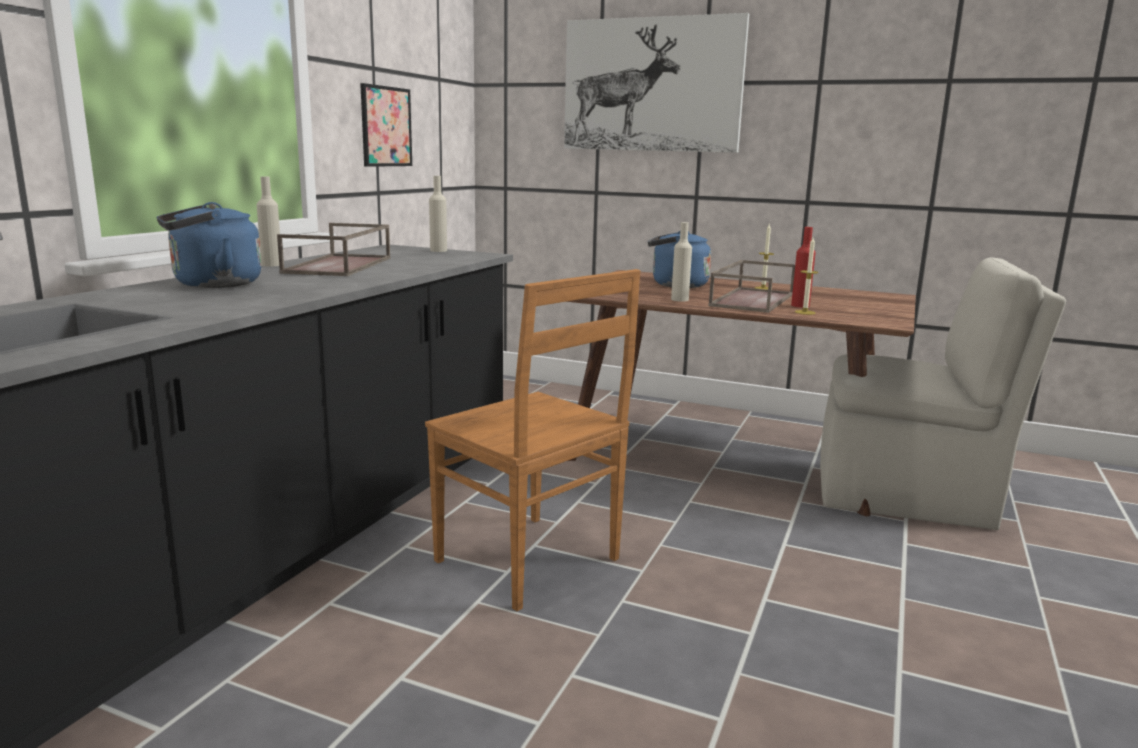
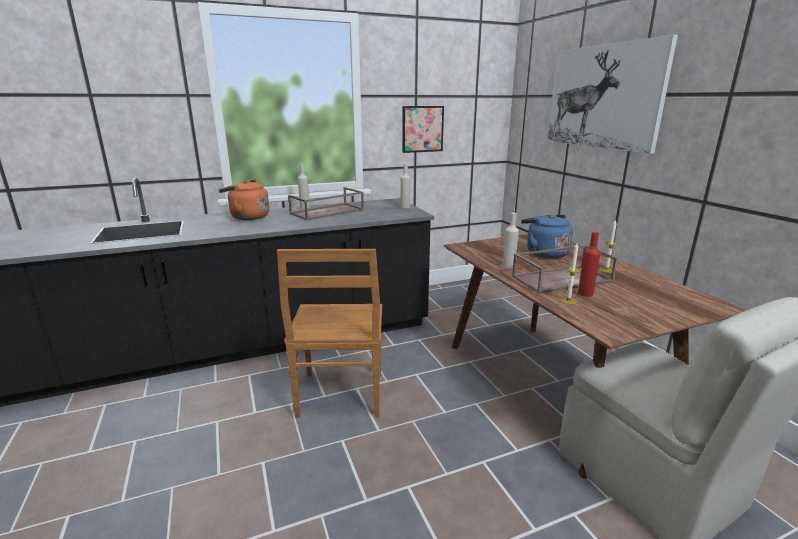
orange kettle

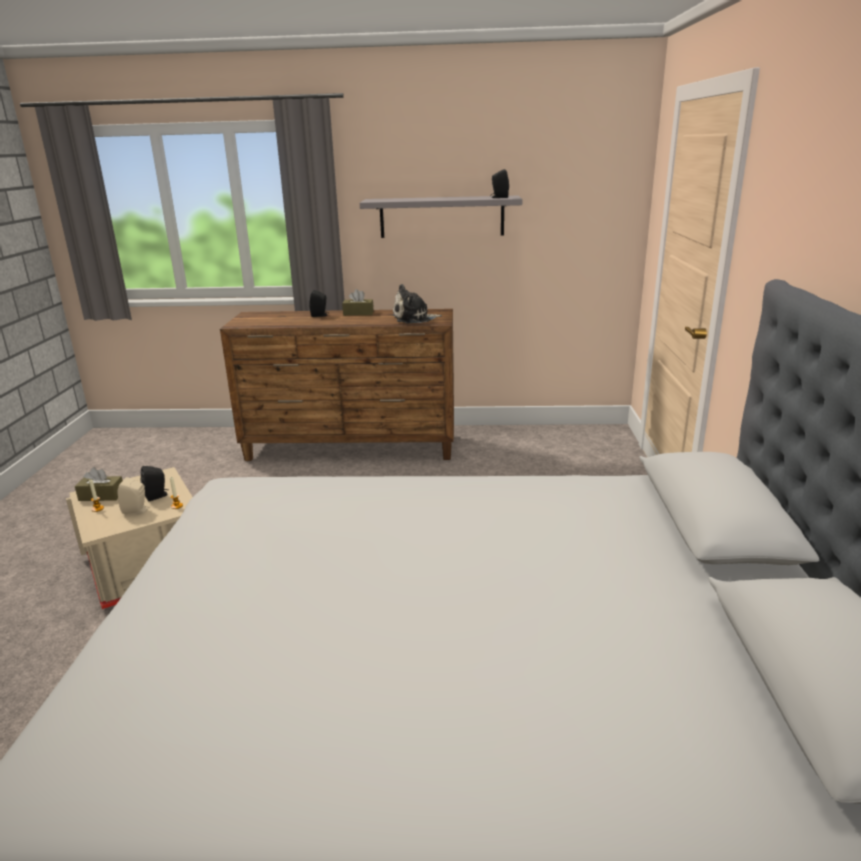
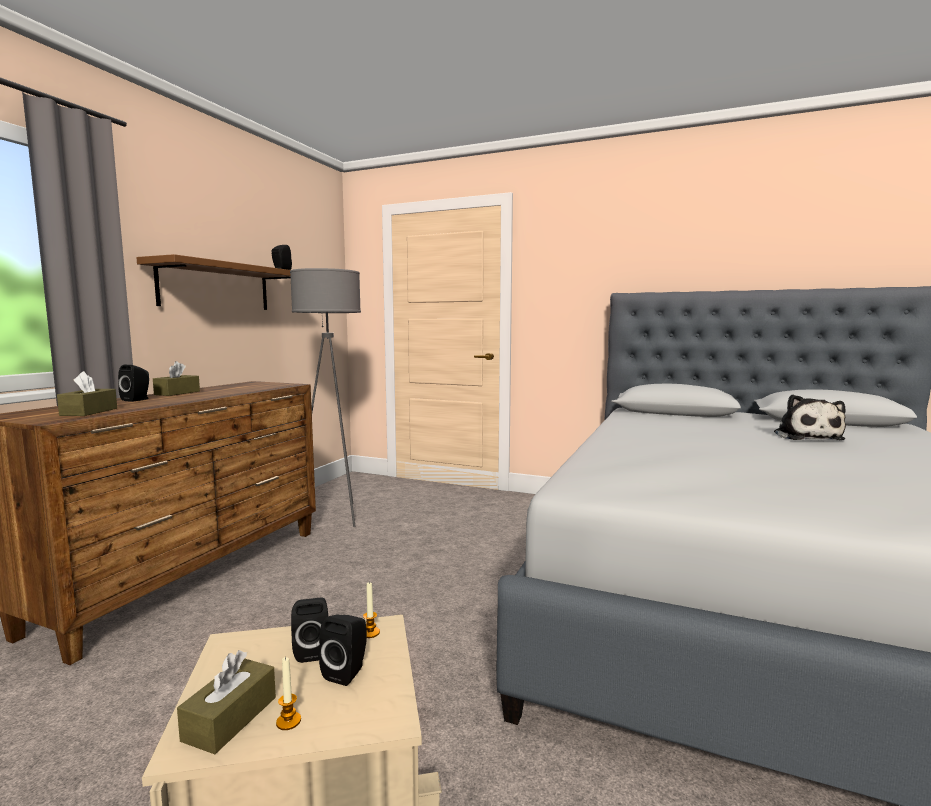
black speaker (no. 4 from left)
brown shelf
plush toy
brown tissue box (no. 1 from left)
grey floor lamp

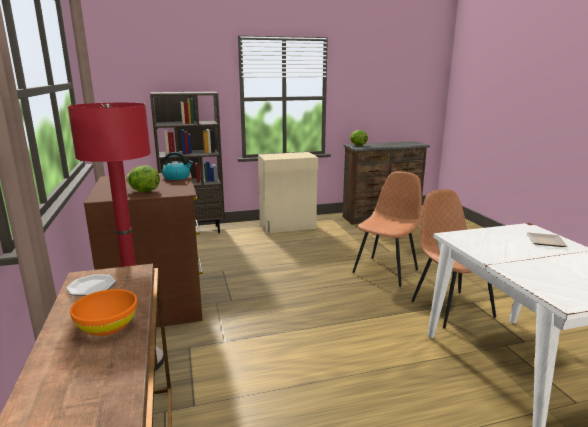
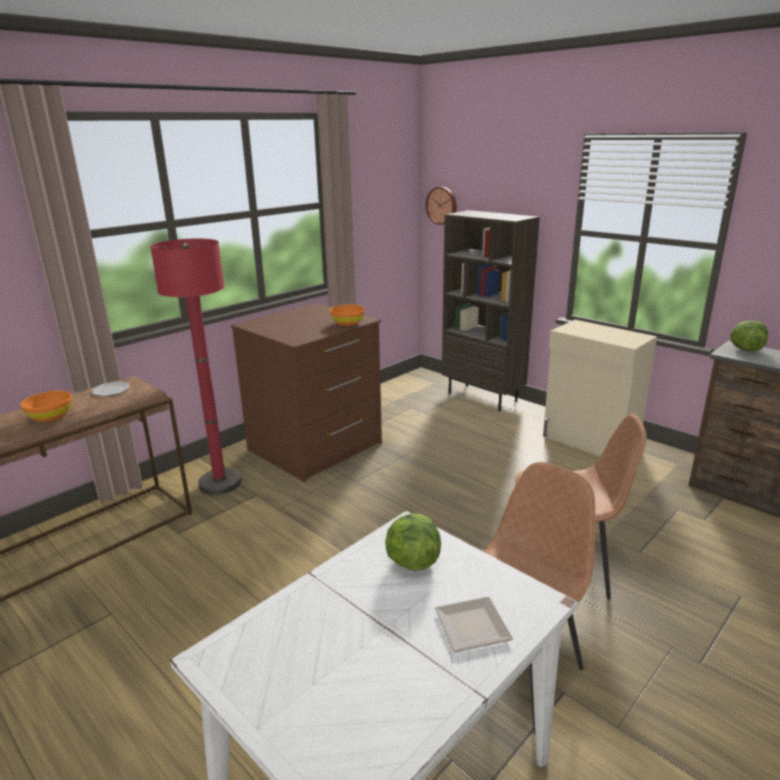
lettuce (no. 1 from left)
orange bowl (no. 2 from left)
wall clock

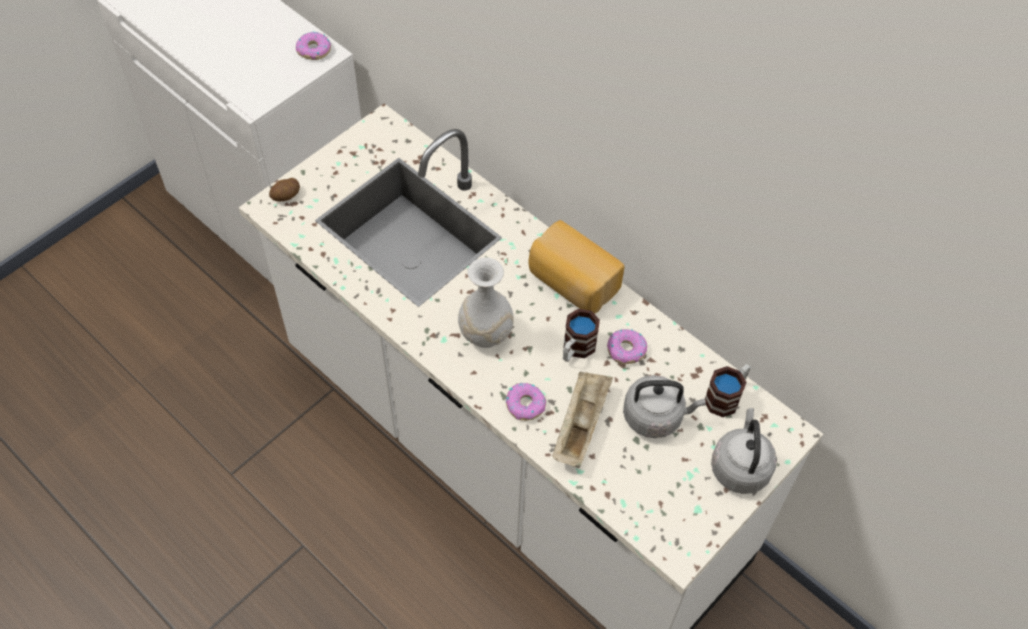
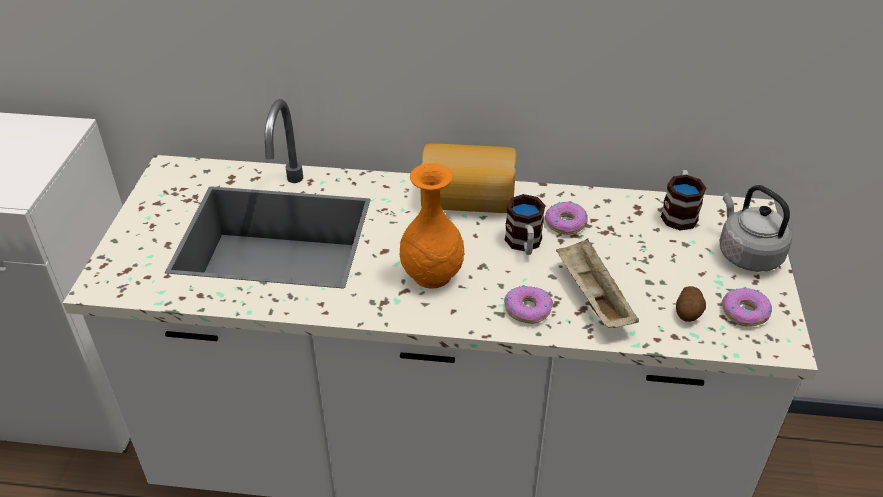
potato
donut (no. 3 from left)
orange vase
grey kettle (no. 1 from left in the first image)

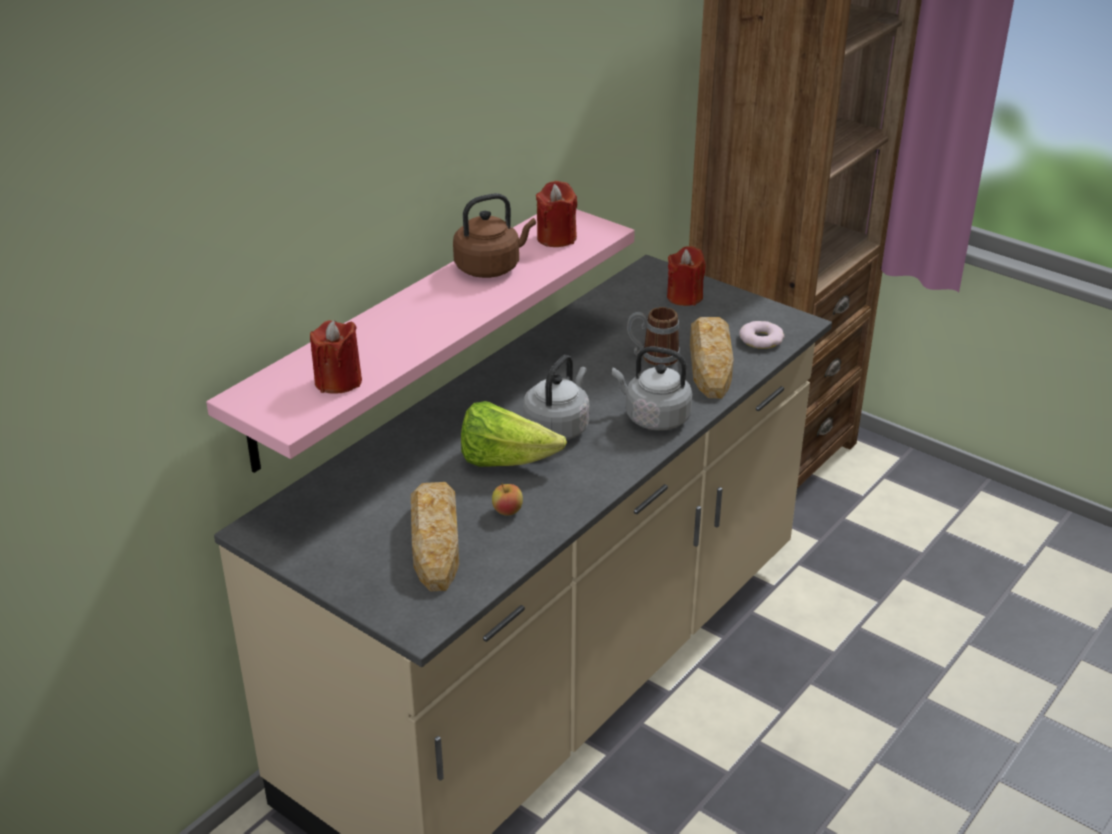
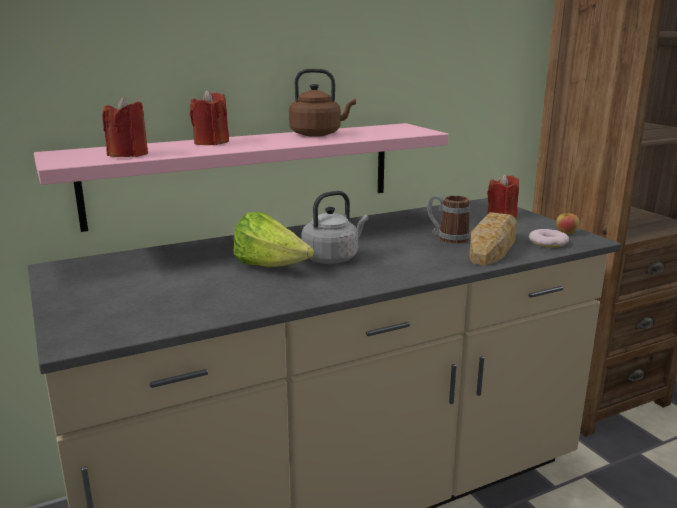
bread (no. 1 from left in the first image)
apple
red candle (no. 2 from left)
grey kettle (no. 2 from left in the first image)

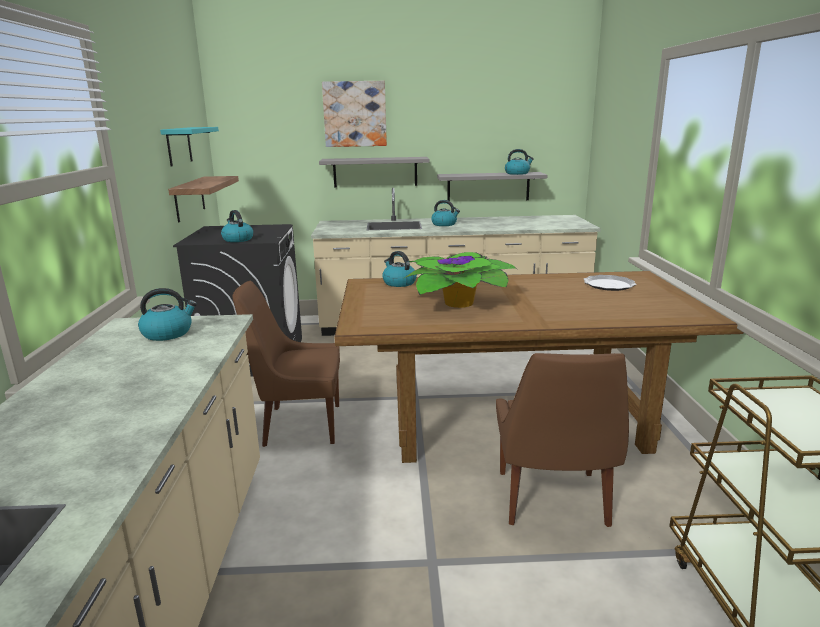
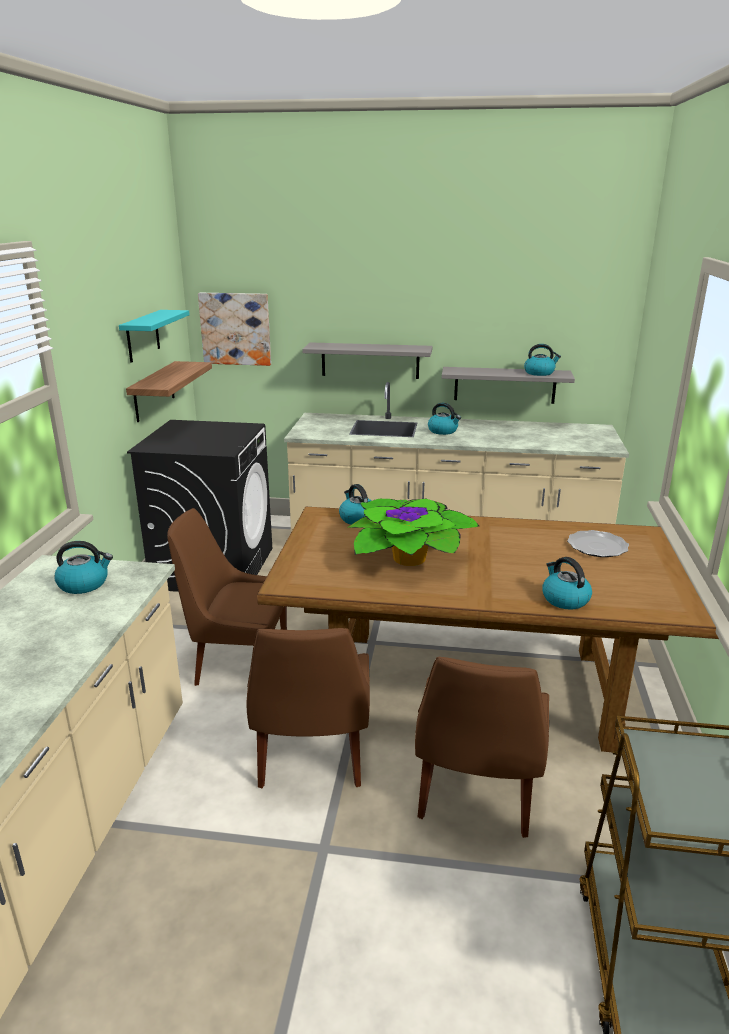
kettle (no. 5 from left)
picture
brown chair (no. 2 from left)

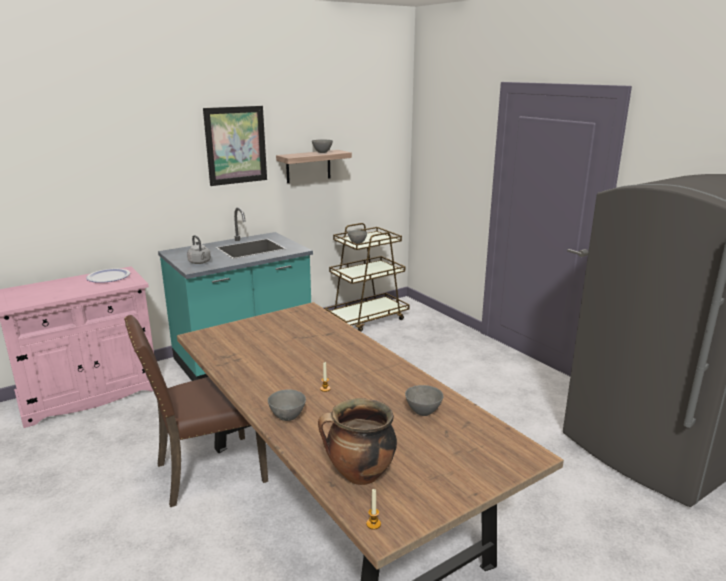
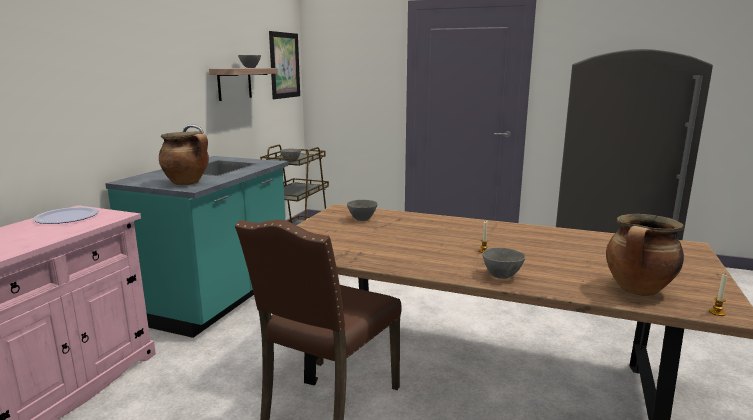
cooking pot (no. 1 from left)
picture
grey bowl (no. 3 from left)

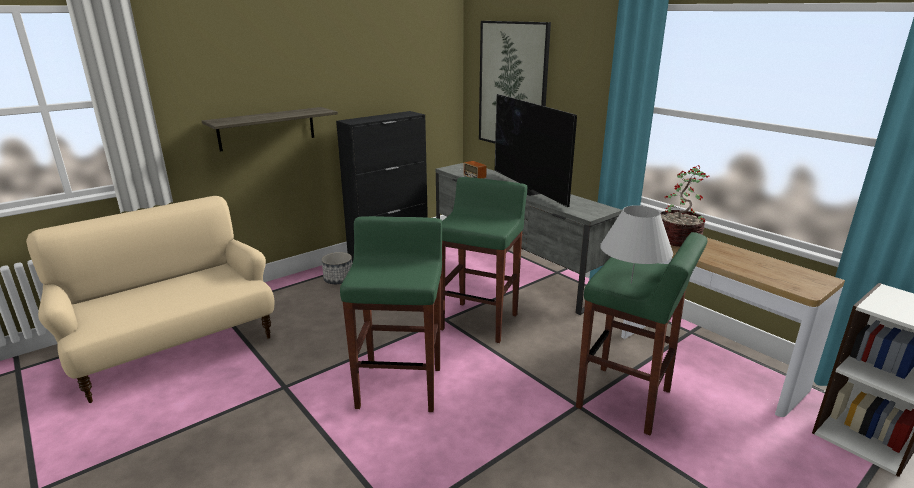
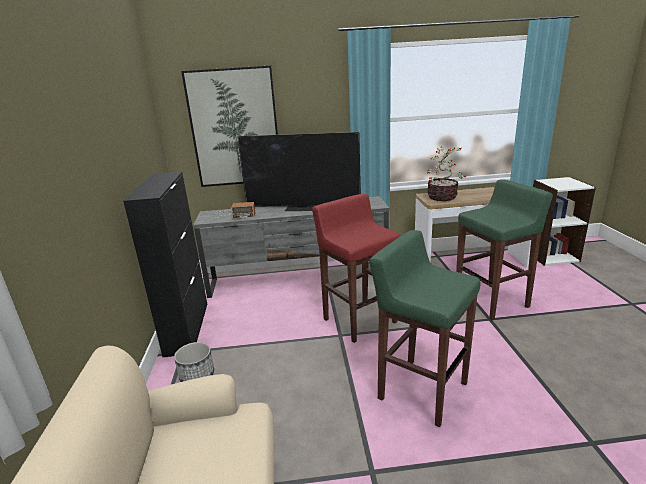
shelf
red stool
white table lamp

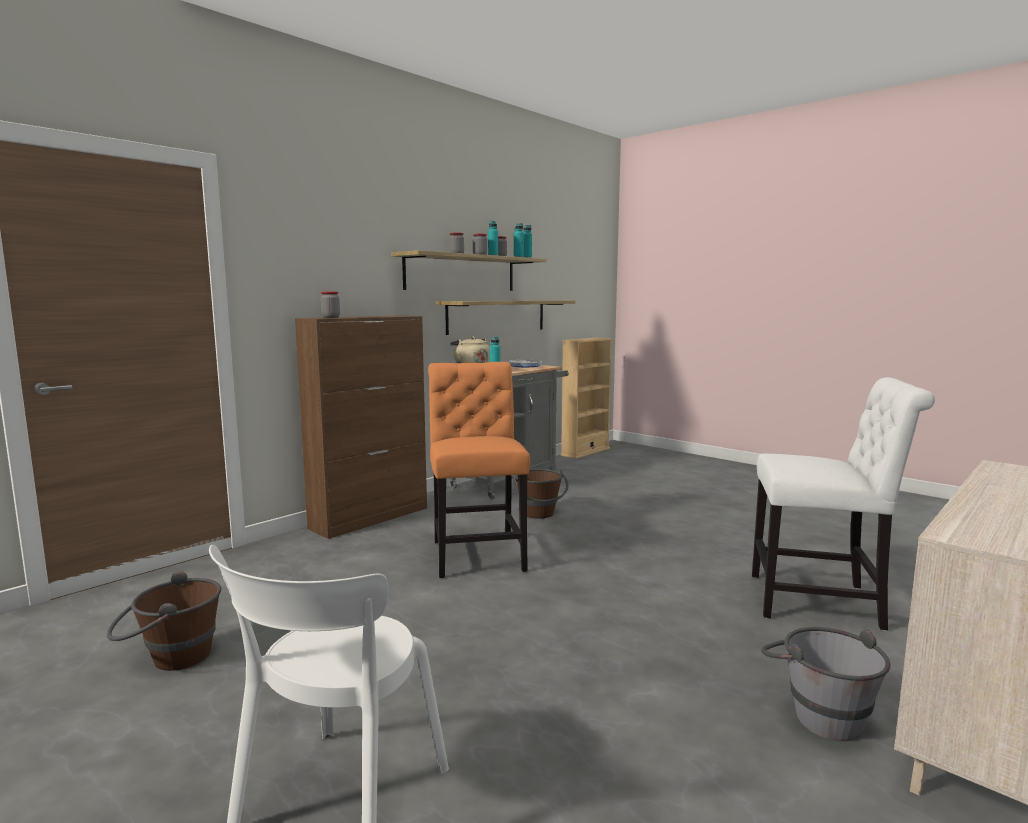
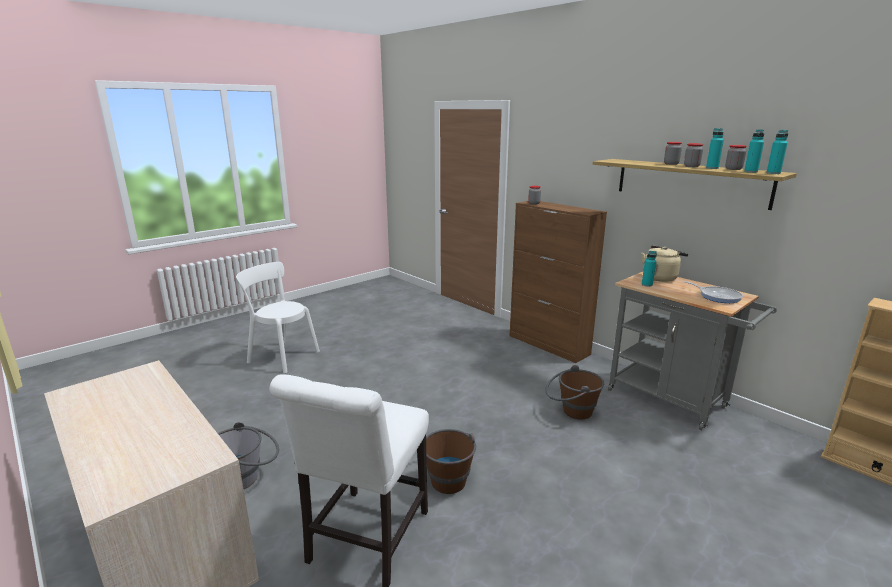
brown bucket (no. 1 from left)
orange chair
shelf (no. 2 from left in the first image)

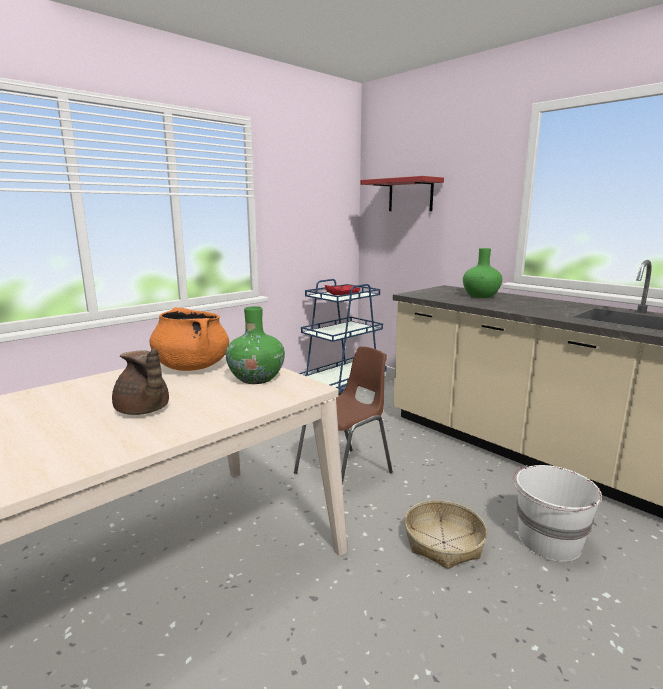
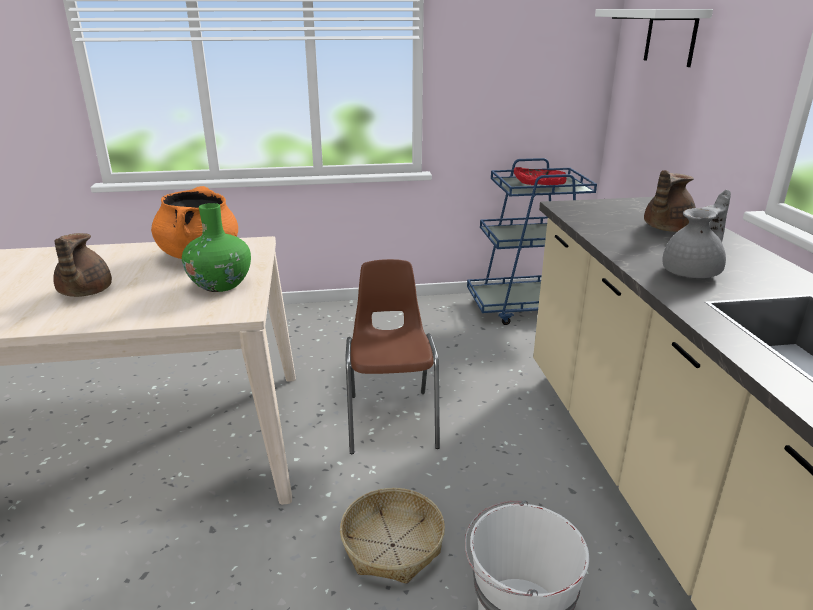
brown chair
white shelf
brown teapot (no. 2 from left)
grey teapot

